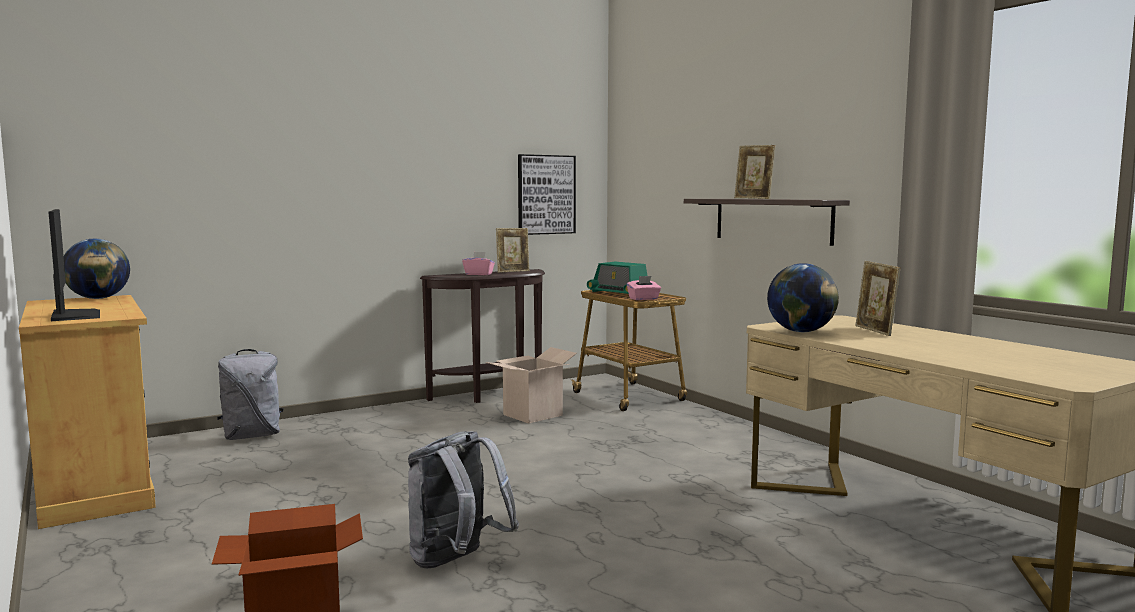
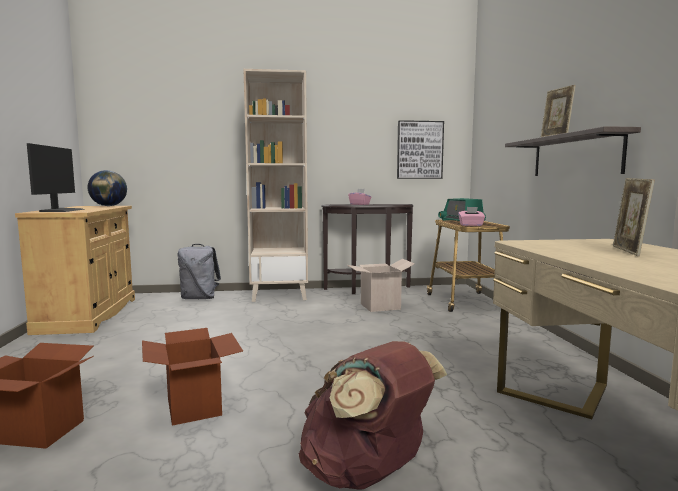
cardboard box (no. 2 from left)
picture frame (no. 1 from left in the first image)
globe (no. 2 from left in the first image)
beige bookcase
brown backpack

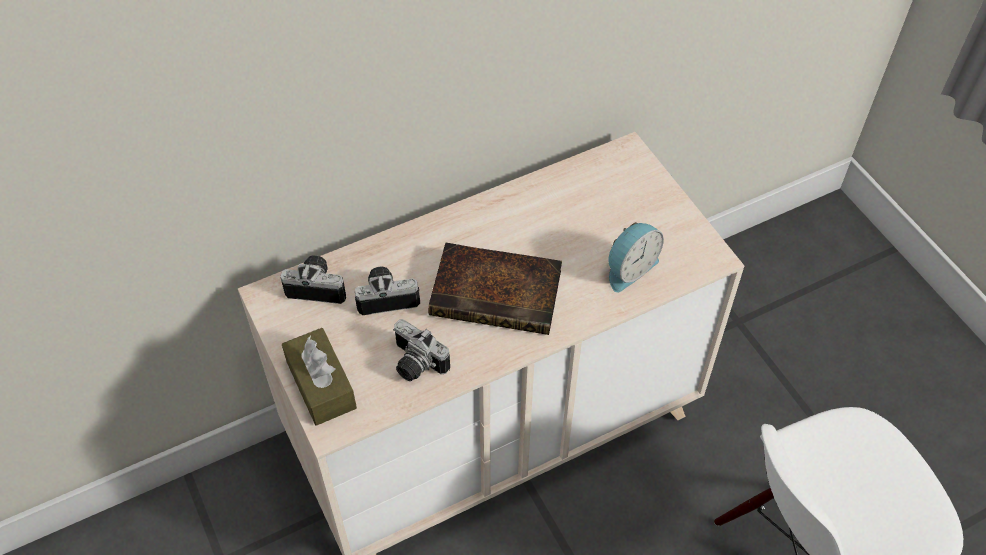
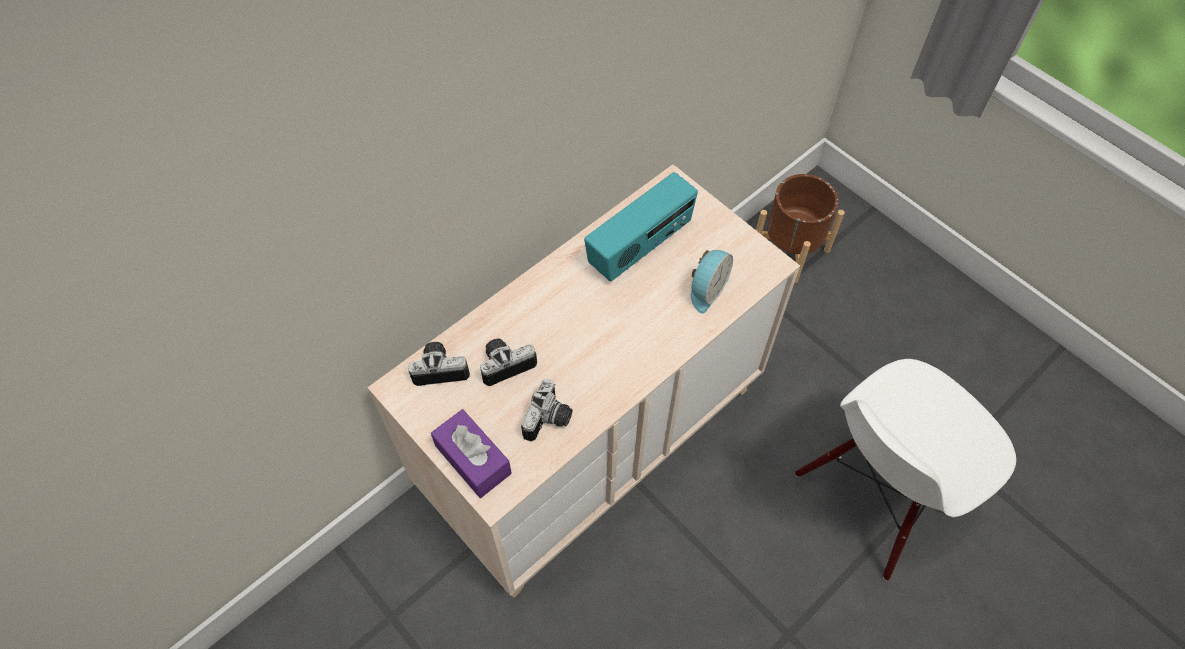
purple tissue box
photo camera (no. 3 from left)
book
radio
brown planter

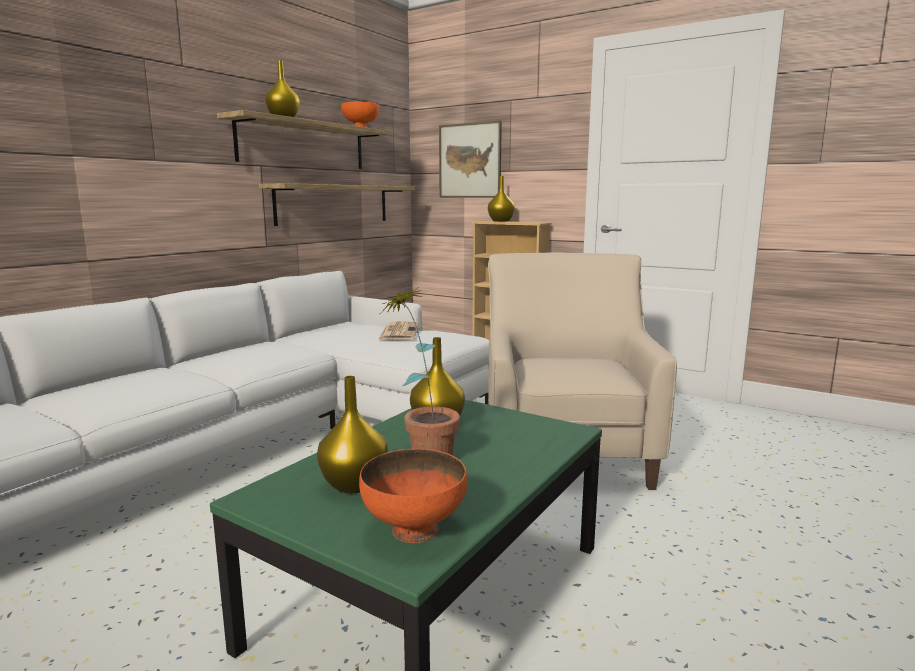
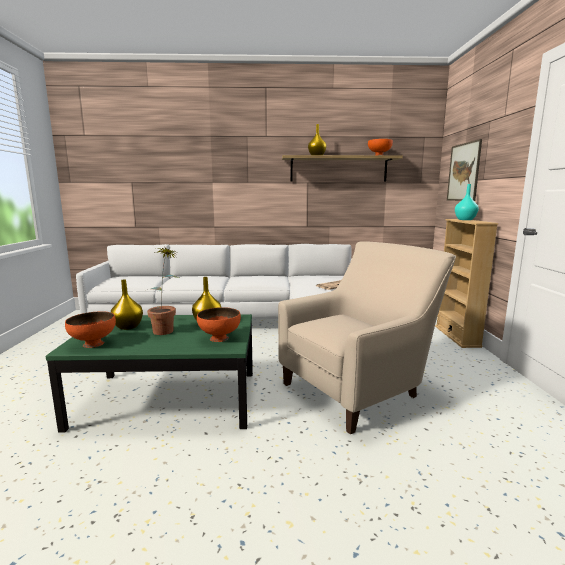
shelf (no. 2 from left in the first image)
turquoise vase
orange bowl (no. 2 from left)

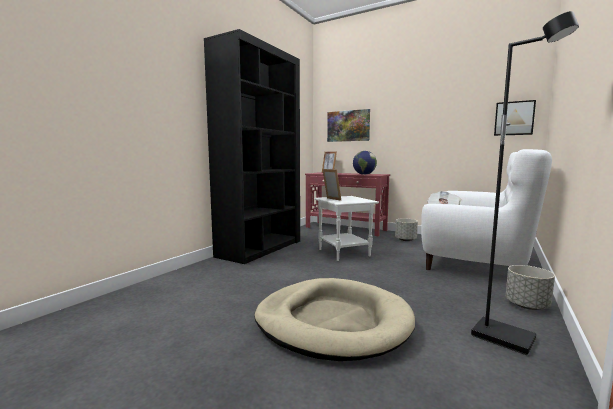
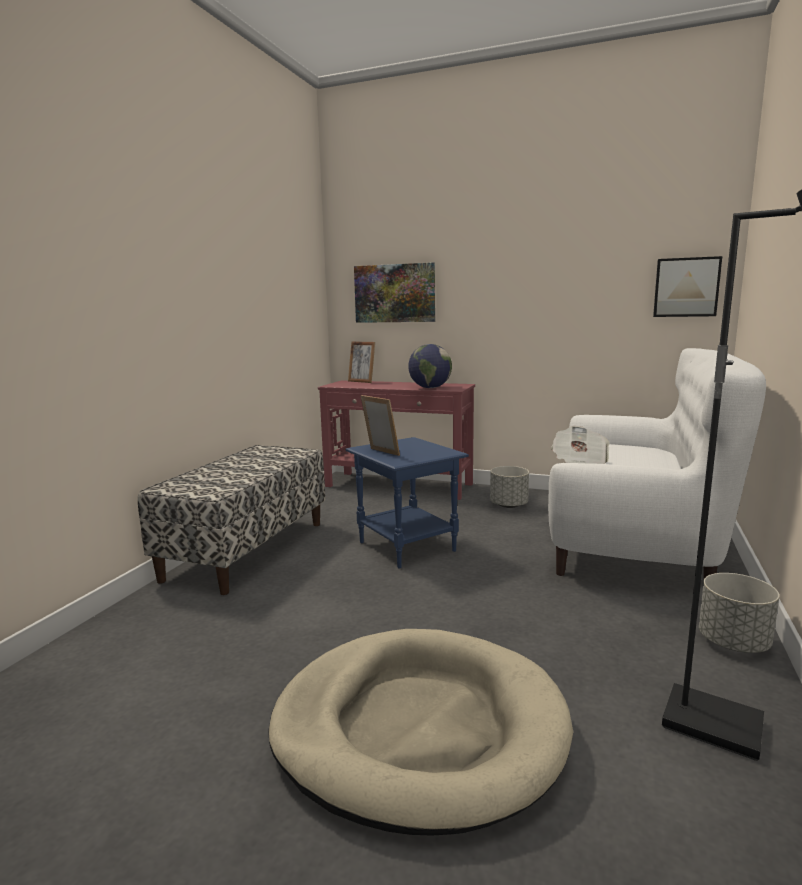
bench
blue side table

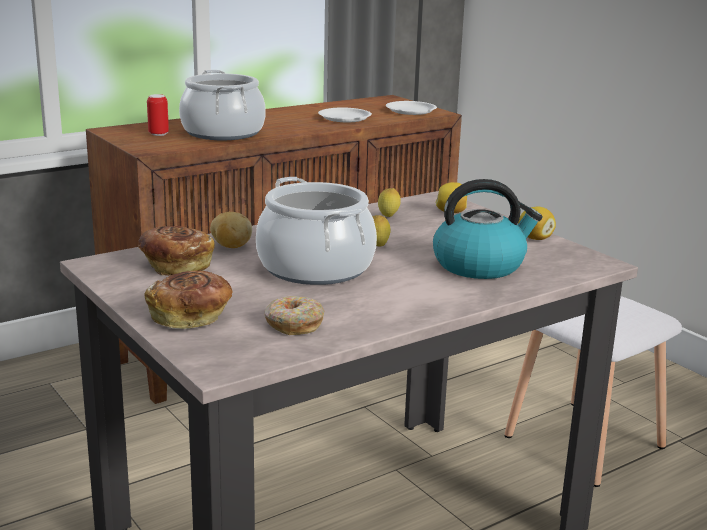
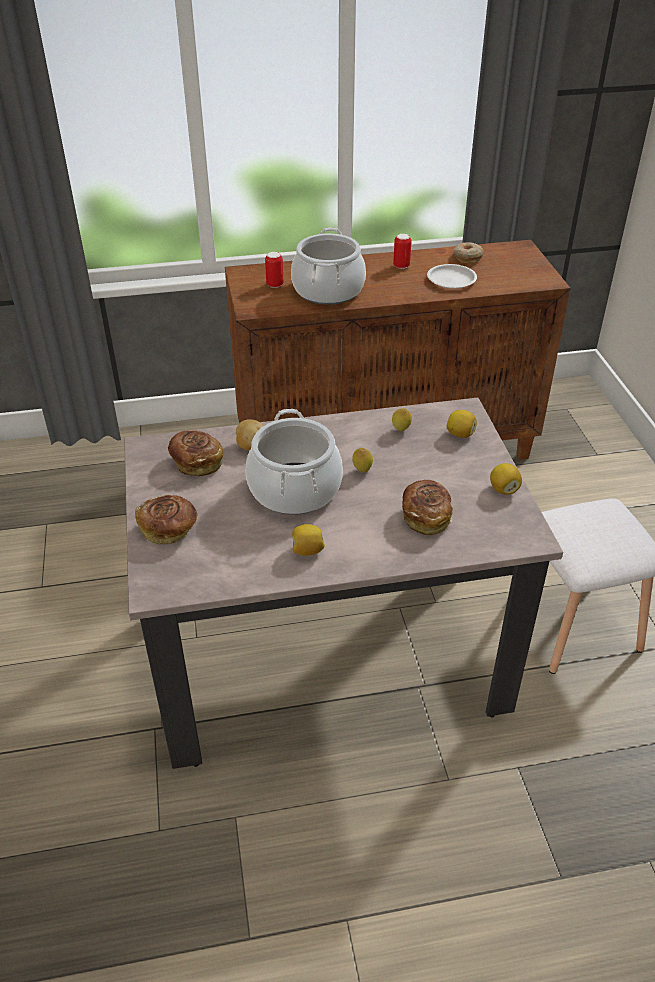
donut
white plate (no. 2 from left in the first image)
bread (no. 3 from left)
lemon (no. 1 from left)
can (no. 2 from left)

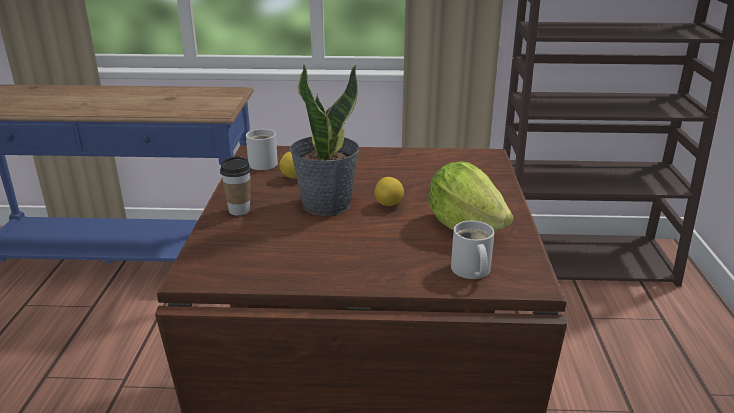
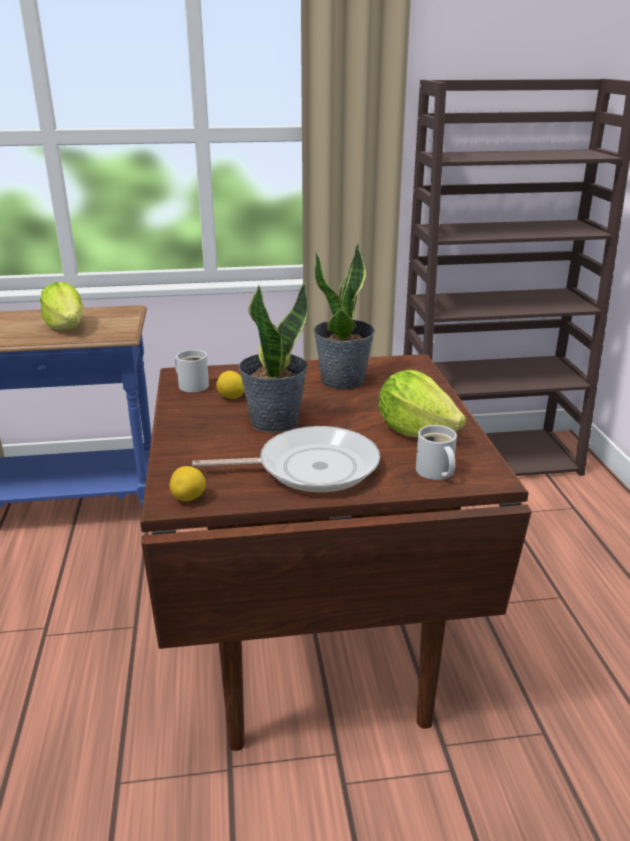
cup
lemon (no. 1 from left)
lettuce (no. 1 from left)
frying pan
potted plant (no. 2 from left)

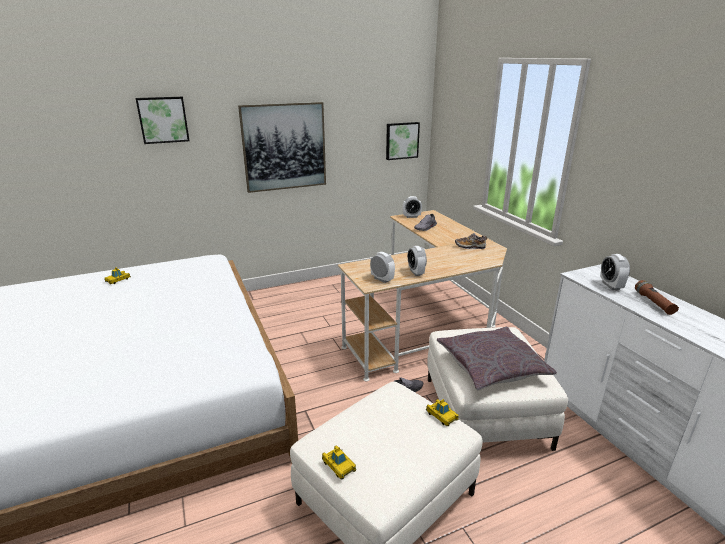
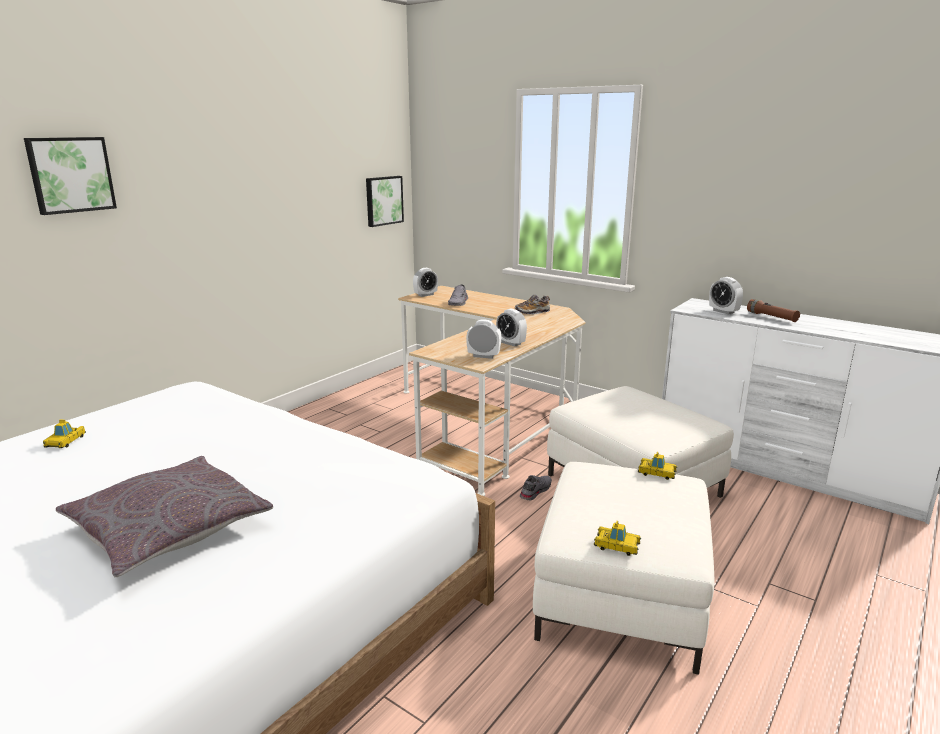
picture (no. 2 from left in the first image)
grey pillow

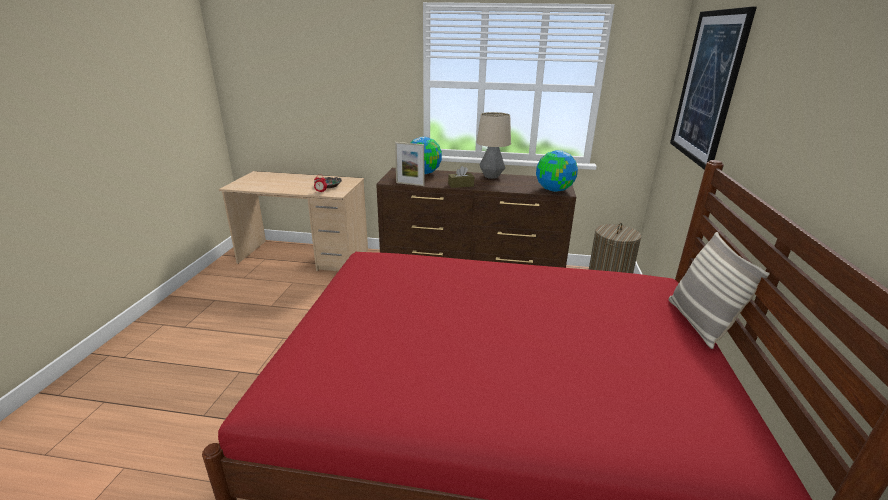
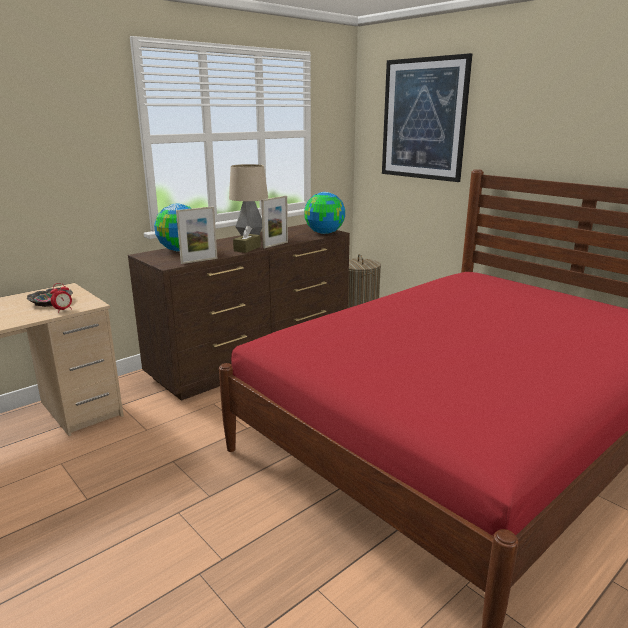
pillow
picture frame (no. 2 from left)

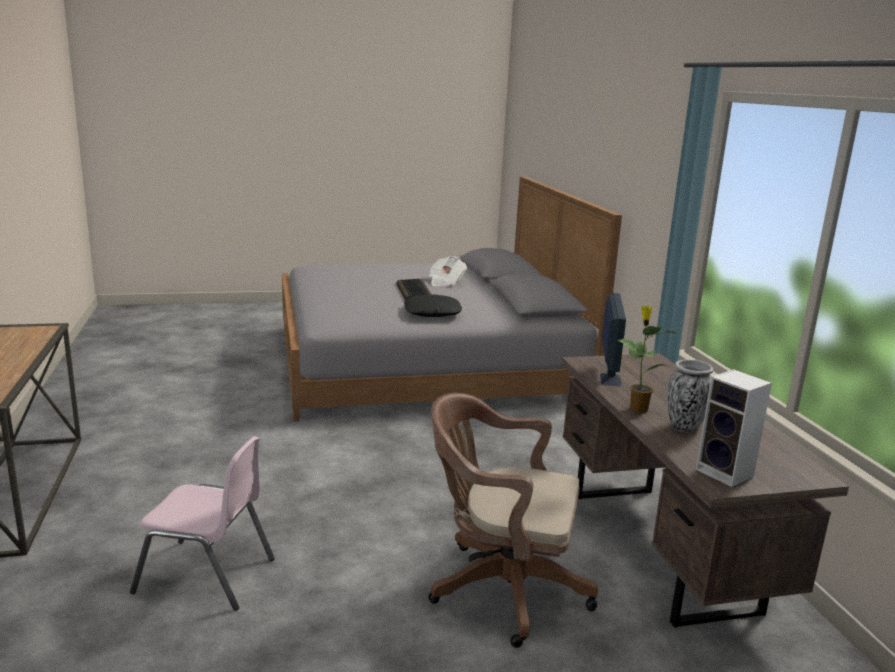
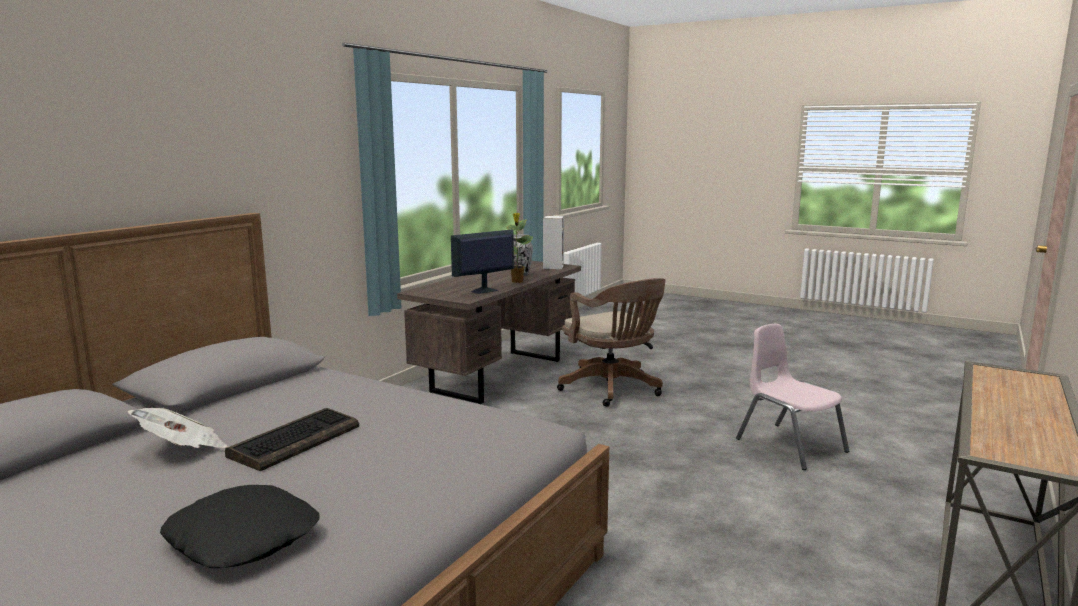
black pillow

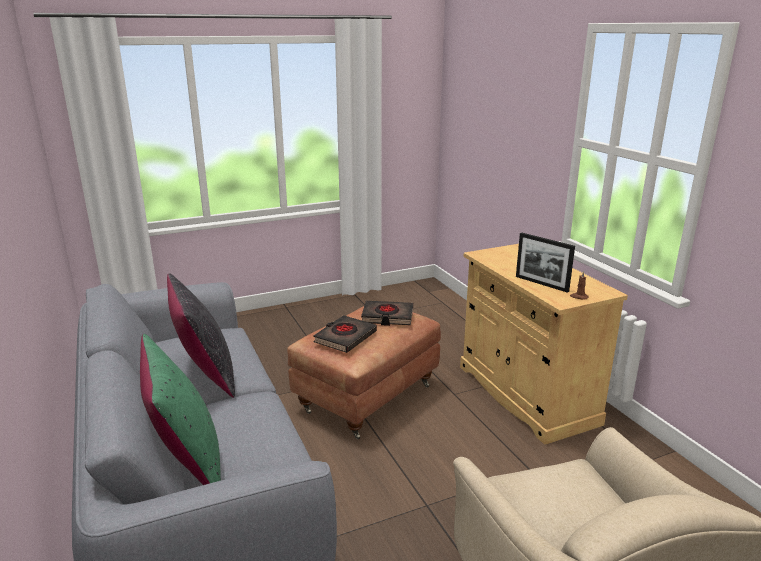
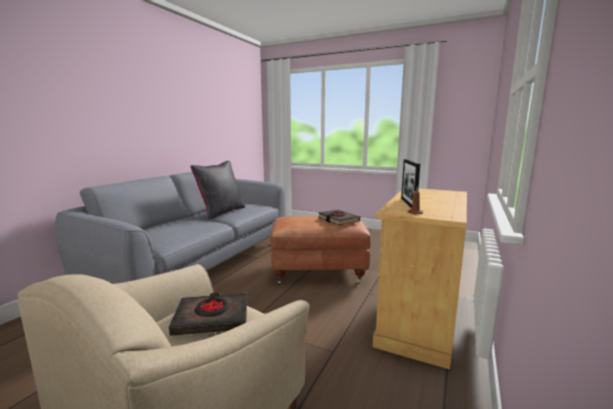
green pillow
black book (no. 1 from left)

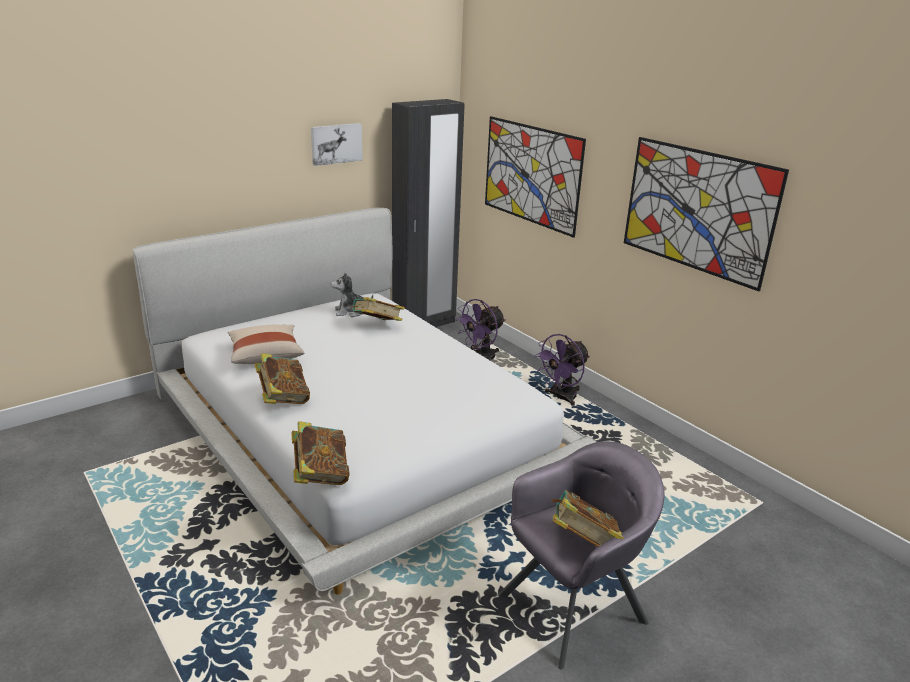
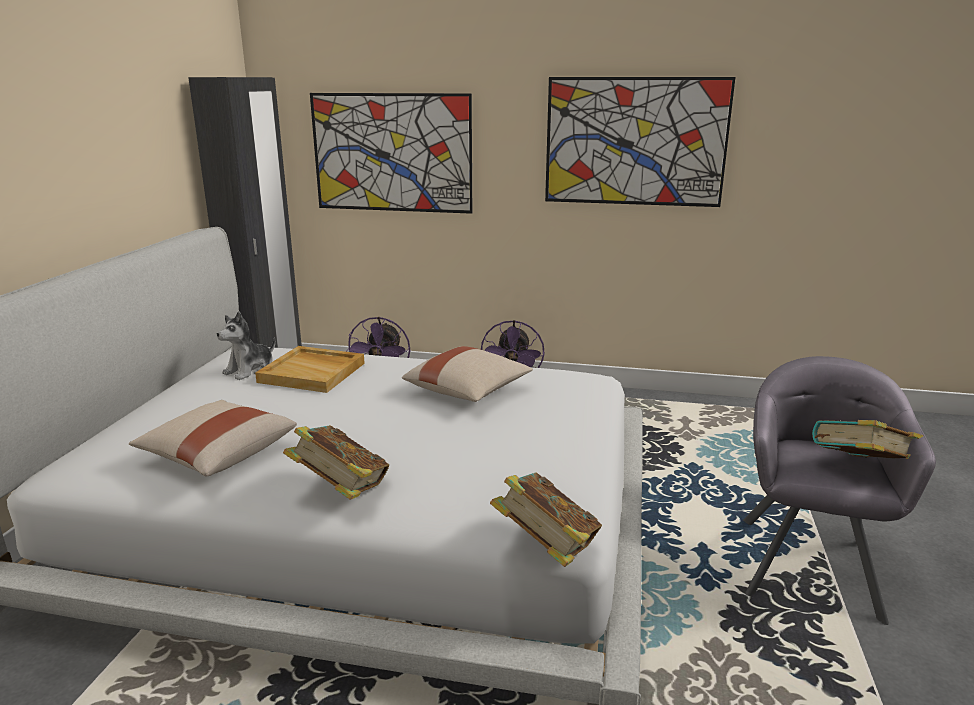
picture (no. 1 from left in the first image)
beige tray
beige pillow (no. 2 from left)

